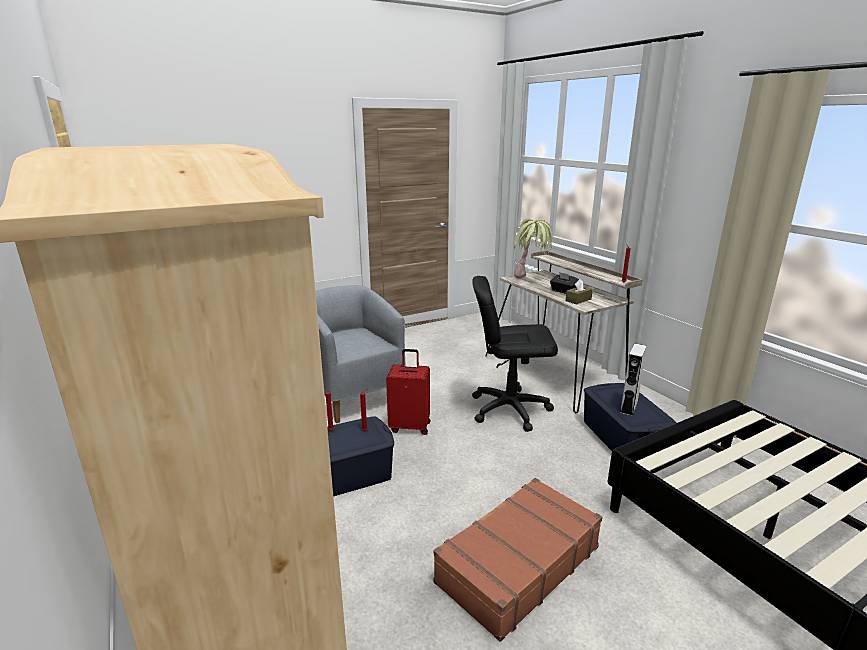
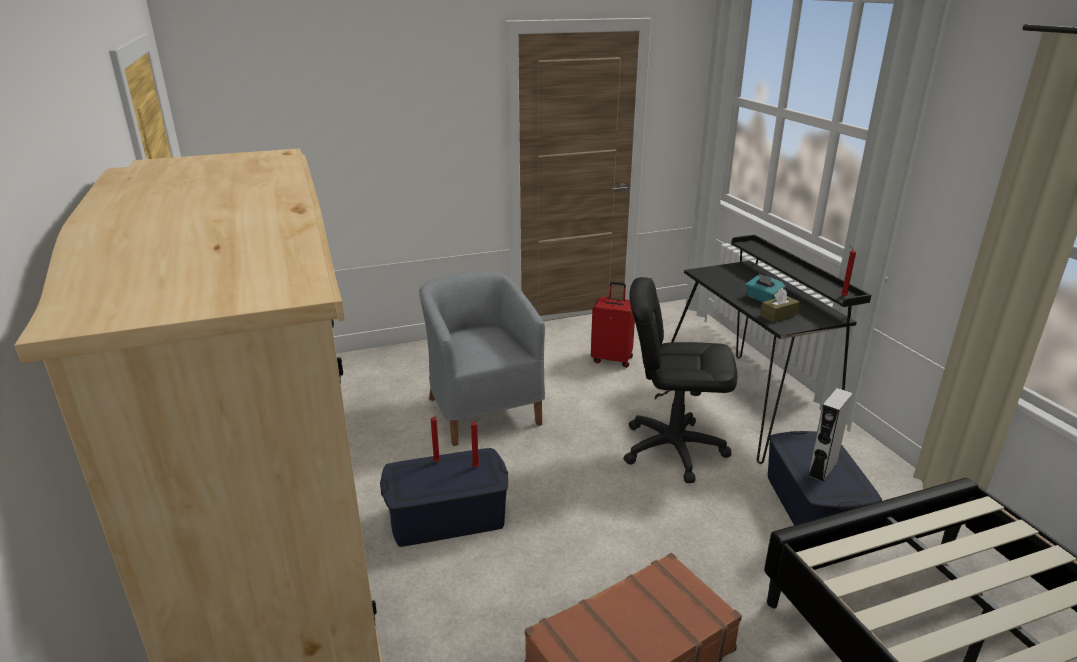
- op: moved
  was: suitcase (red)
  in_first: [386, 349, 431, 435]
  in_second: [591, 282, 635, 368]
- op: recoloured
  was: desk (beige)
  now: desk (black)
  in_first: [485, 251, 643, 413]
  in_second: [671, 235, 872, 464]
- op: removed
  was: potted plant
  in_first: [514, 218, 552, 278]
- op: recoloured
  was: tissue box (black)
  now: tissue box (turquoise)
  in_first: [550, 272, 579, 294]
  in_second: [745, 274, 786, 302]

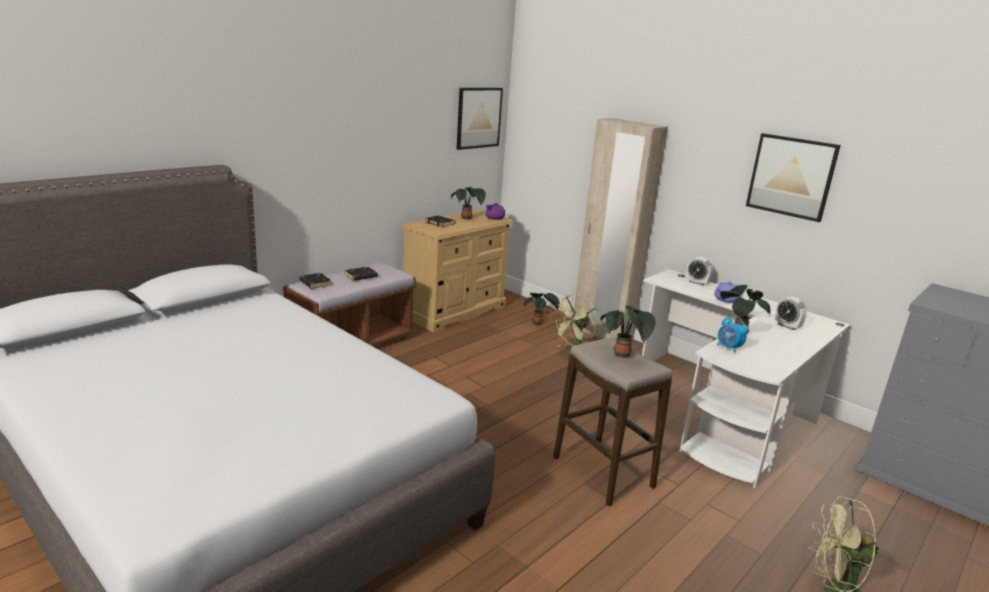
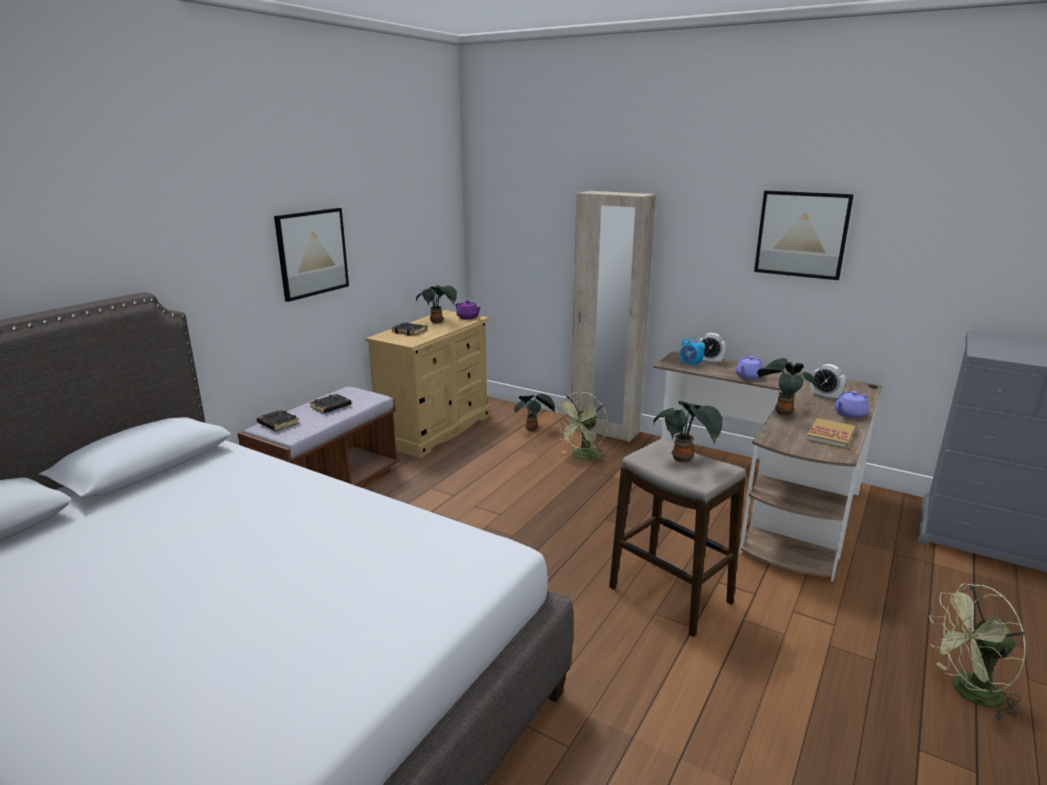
- op: moved
  was: picture
  in_first: [457, 88, 503, 150]
  in_second: [274, 208, 349, 302]
- op: recoloured
  was: desk (white)
  now: desk (brown)
  in_first: [642, 269, 850, 488]
  in_second: [653, 351, 882, 581]
- op: moved
  was: alarm clock
  in_first: [717, 316, 748, 353]
  in_second: [680, 336, 705, 368]
- op: added
  now: book
  in_second: [807, 418, 855, 449]
- op: added
  now: teapot (purple)
  in_second: [834, 391, 869, 418]

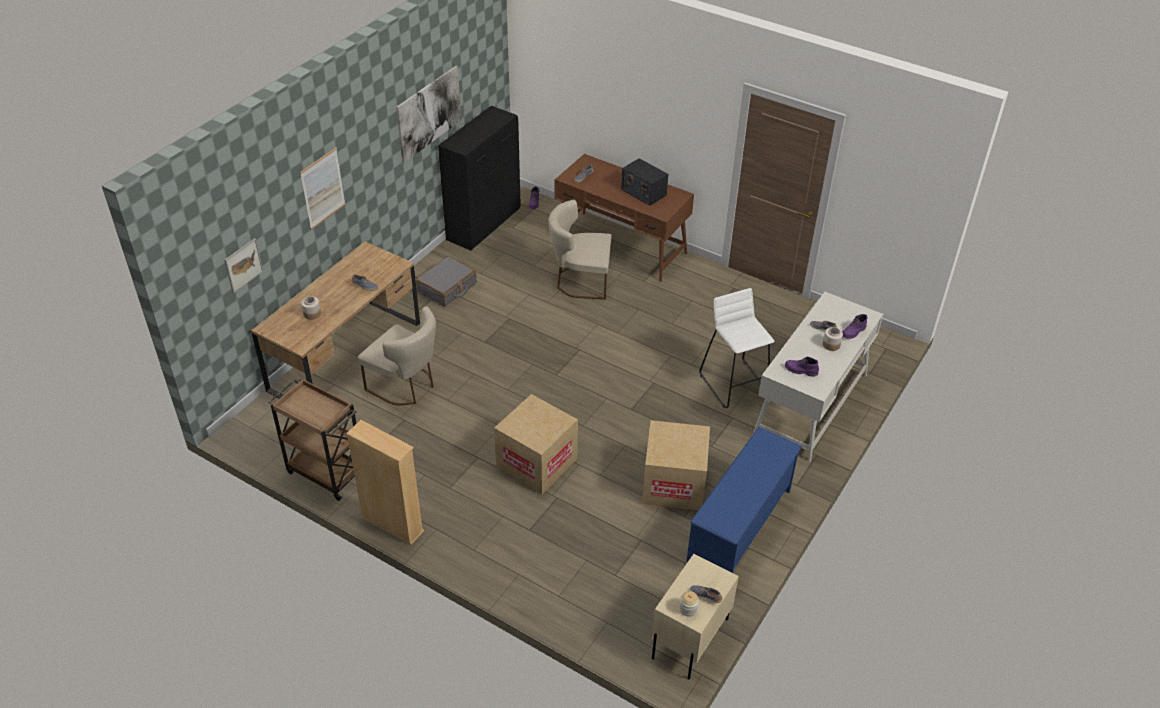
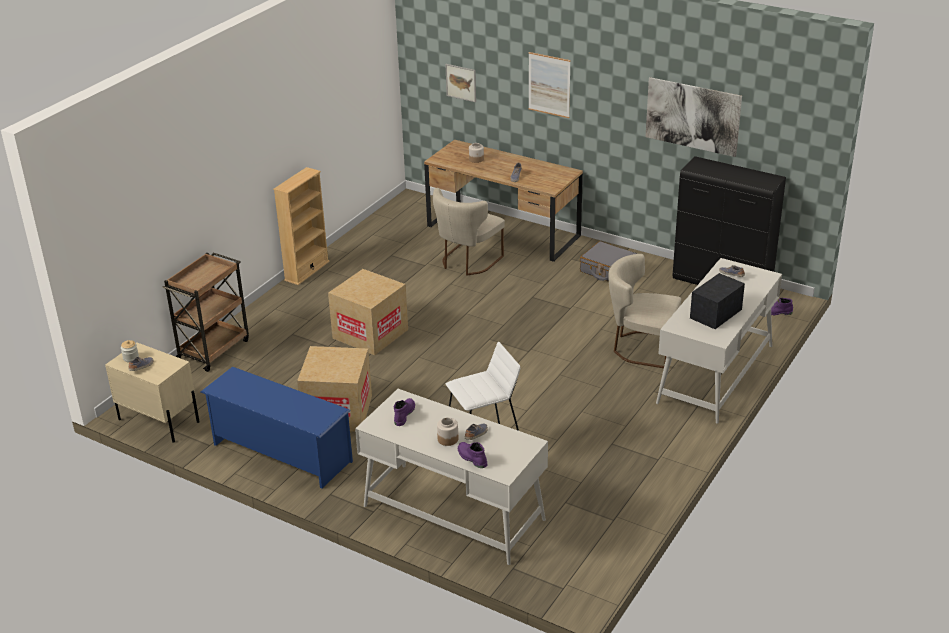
- op: moved
  was: cart (brown)
  in_first: [268, 378, 357, 501]
  in_second: [162, 253, 249, 372]
- op: turned
  was: chair (beige)
  in_first: [548, 200, 611, 300]
  in_second: [608, 254, 681, 368]
  clockwise: -75
- op: recoloured
  was: desk (brown)
  now: desk (white)
  in_first: [555, 154, 694, 282]
  in_second: [656, 258, 782, 423]

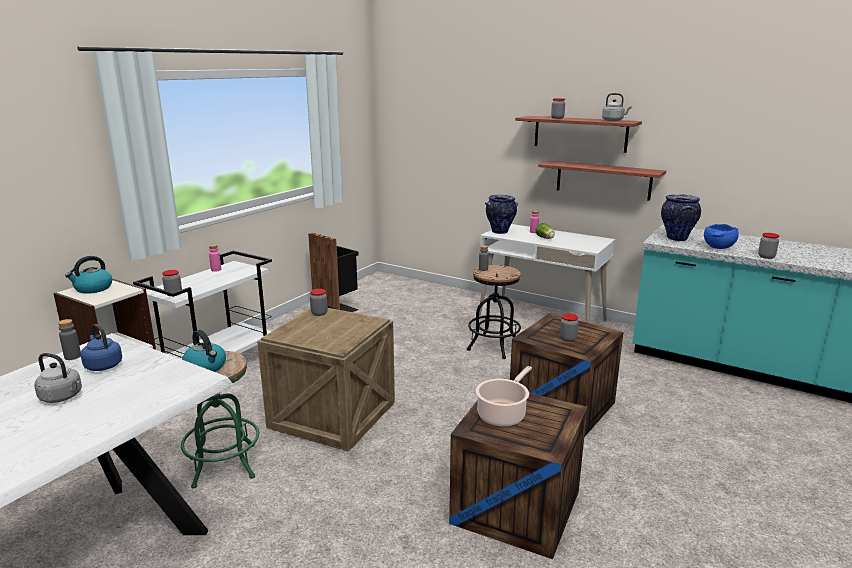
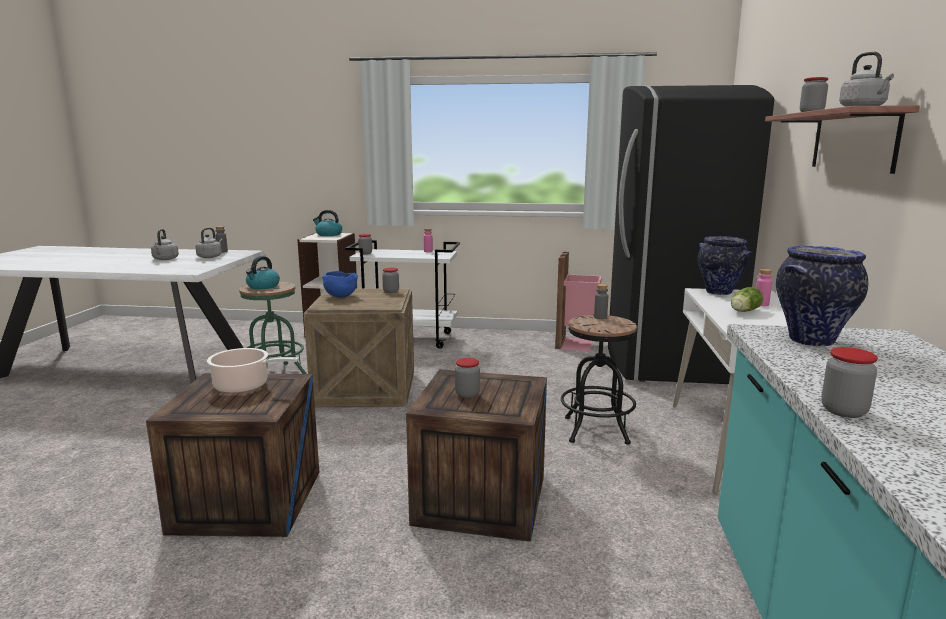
- op: recoloured
  was: kettle (blue)
  now: kettle (grey)
  in_first: [81, 324, 122, 371]
  in_second: [195, 228, 223, 258]
- op: recoloured
  was: trash can (black)
  now: trash can (pink)
  in_first: [308, 233, 359, 312]
  in_second: [555, 252, 602, 351]
- op: removed
  was: shelf
  in_first: [538, 161, 666, 201]
- op: moved
  was: bowl (blue)
  in_first: [704, 224, 739, 249]
  in_second: [322, 271, 358, 298]
- op: added
  now: fridge (black)
  in_second: [608, 85, 774, 384]

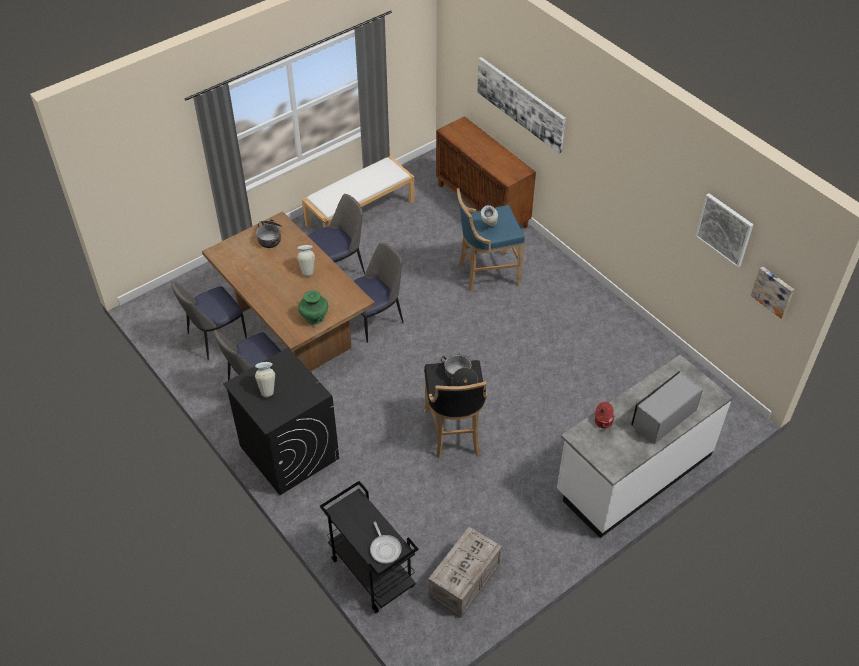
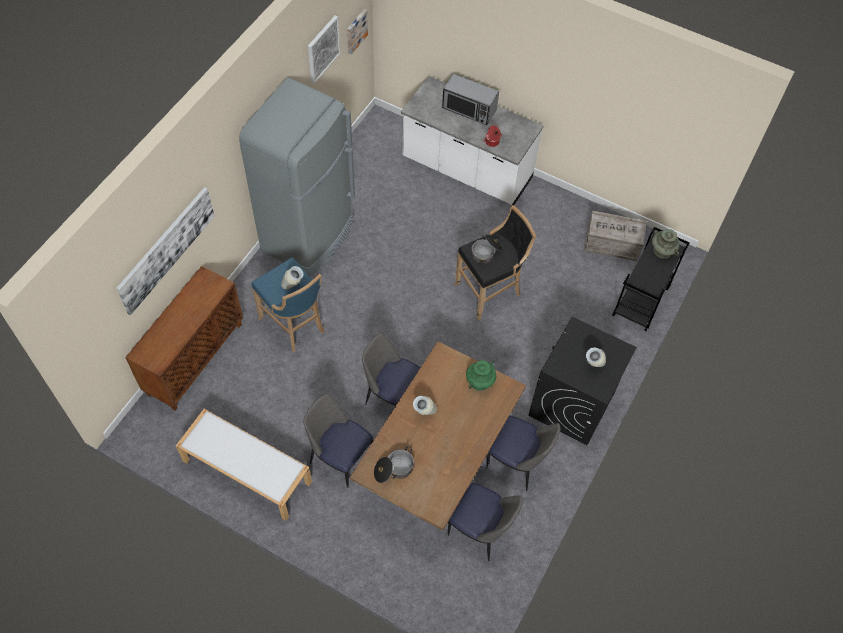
- op: replaced
  was: frying pan
  now: vase (turquoise)
  in_first: [370, 522, 402, 564]
  in_second: [652, 229, 679, 258]
- op: added
  now: fridge (grey)
  in_second: [239, 78, 355, 276]

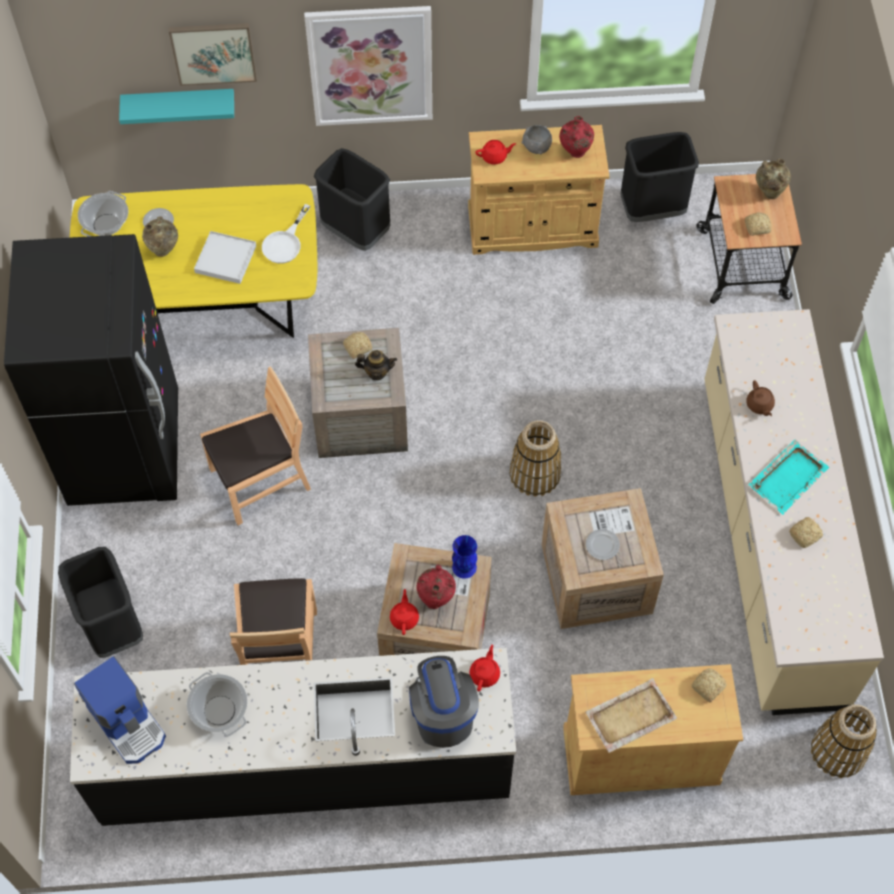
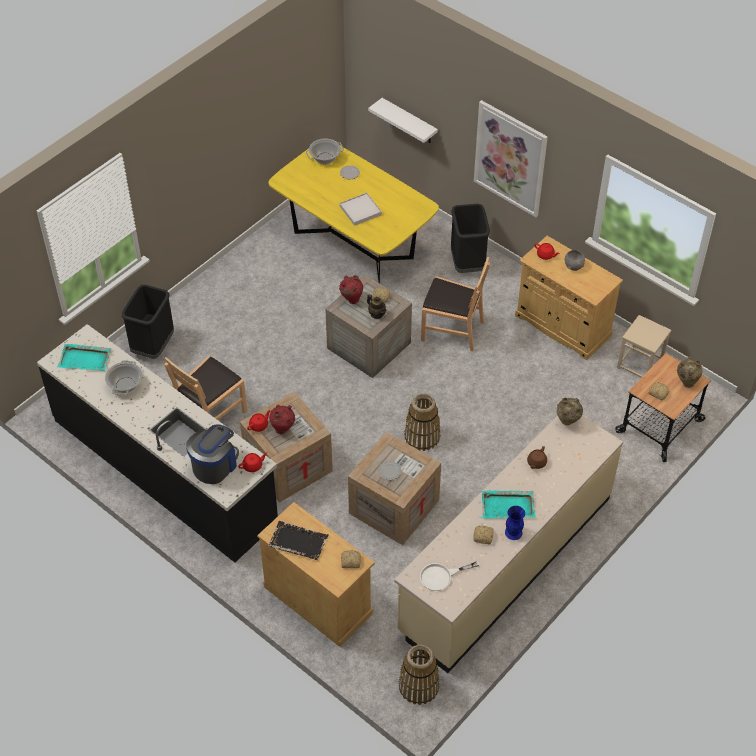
- op: removed
  was: fridge (black)
  in_first: [4, 234, 178, 506]
- op: replaced
  was: coffee machine
  now: tray (turquoise)
  in_first: [74, 656, 166, 764]
  in_second: [57, 344, 112, 371]
- op: recoloured
  was: shelf (turquoise)
  now: shelf (white)
  in_first: [119, 89, 234, 124]
  in_second: [368, 98, 438, 143]
- op: moved
  was: vase (beige)
  in_first: [142, 216, 178, 257]
  in_second: [556, 398, 583, 425]
- op: removed
  was: picture
  in_first: [169, 23, 257, 86]
- op: moved
  was: chair (brown)
  in_first: [200, 366, 311, 525]
  in_second: [421, 257, 490, 352]
- op: moved
  was: frying pan (white)
  in_first: [262, 204, 310, 264]
  in_second: [420, 561, 480, 591]
- op: moved
  was: vase (blue)
  in_first: [452, 535, 477, 579]
  in_second: [505, 506, 525, 540]
- op: moved
  was: vase (red)
  in_first: [559, 116, 594, 158]
  in_second: [339, 275, 363, 304]
- op: recoloured
  was: tray (beige)
  now: tray (black)
  in_first: [585, 678, 677, 753]
  in_second: [268, 521, 329, 560]
- op: replaced
  was: trash can (black)
  now: stool (beige)
  in_first: [620, 132, 699, 222]
  in_second: [617, 315, 671, 378]

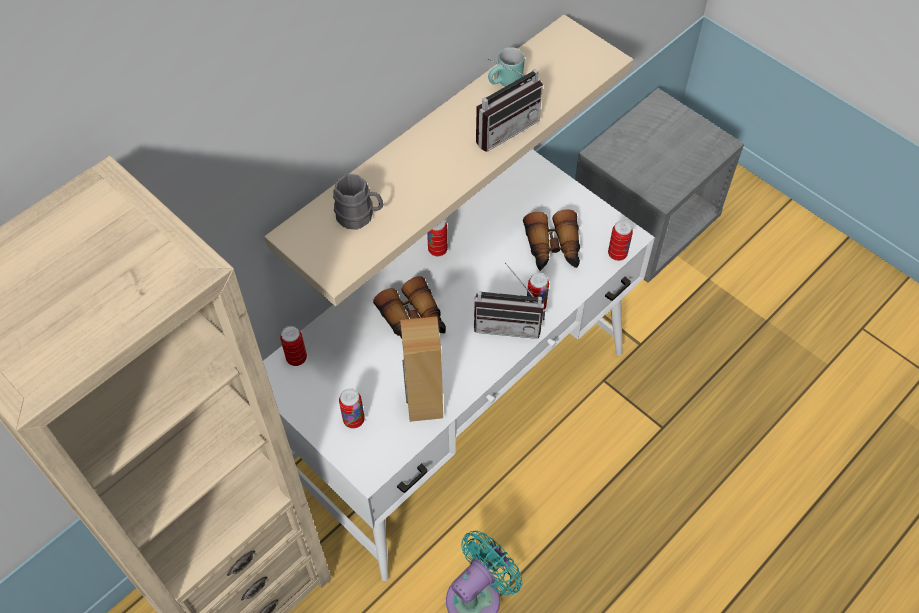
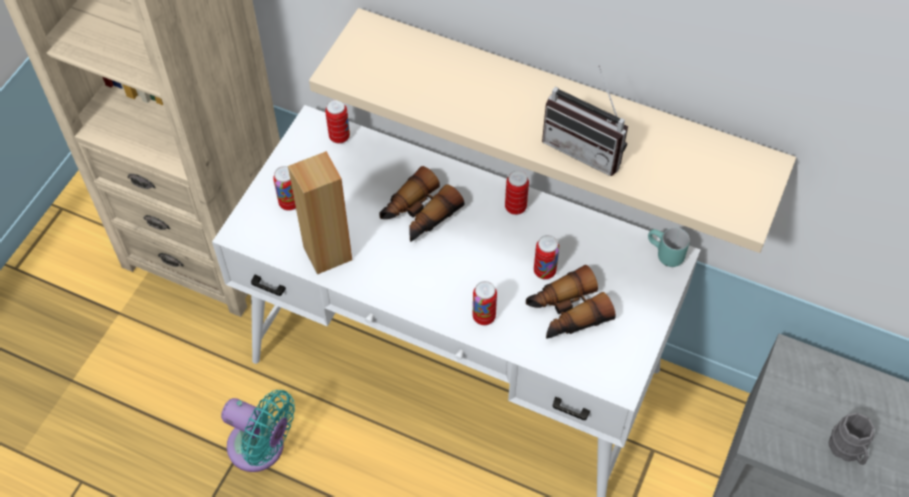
- op: moved
  was: mug (grey)
  in_first: [333, 174, 383, 230]
  in_second: [828, 413, 874, 465]
- op: removed
  was: radio
  in_first: [474, 263, 545, 339]
- op: moved
  was: mug (turquoise)
  in_first: [488, 47, 525, 87]
  in_second: [648, 227, 690, 267]
- op: moved
  was: can
  in_first: [608, 220, 633, 261]
  in_second: [534, 235, 559, 279]

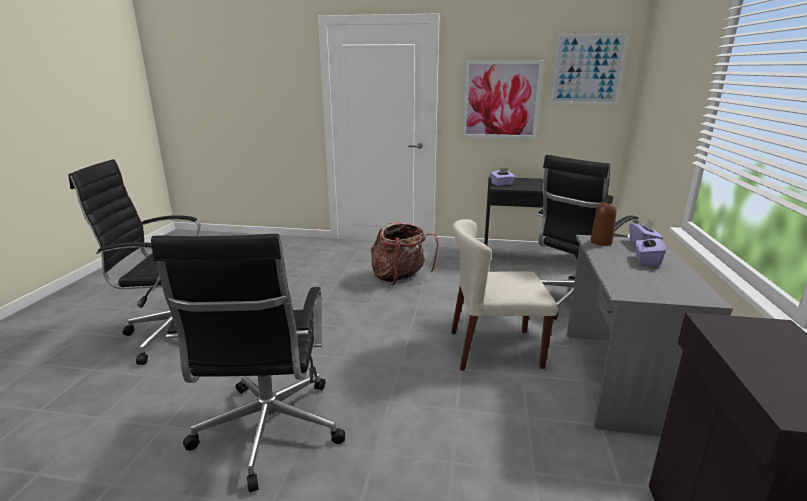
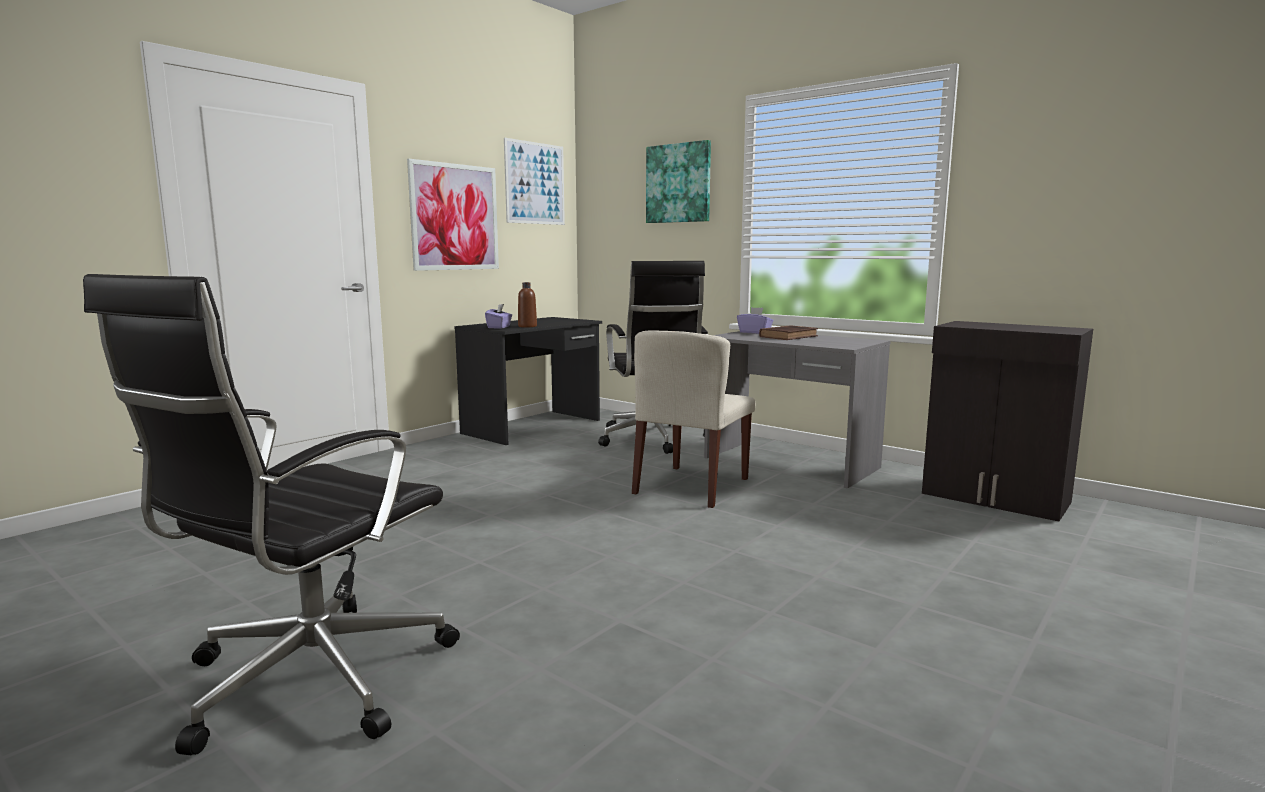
- op: removed
  was: office chair (black)
  in_first: [151, 234, 345, 492]
- op: removed
  was: backpack
  in_first: [371, 222, 439, 286]
- op: moved
  was: bottle (brown)
  in_first: [590, 195, 617, 246]
  in_second: [518, 282, 537, 328]
- op: replaced
  was: tissue box (purple)
  now: book (brown)
  in_first: [635, 233, 665, 267]
  in_second: [759, 325, 818, 340]
- op: added
  now: picture
  in_second: [646, 140, 711, 223]

